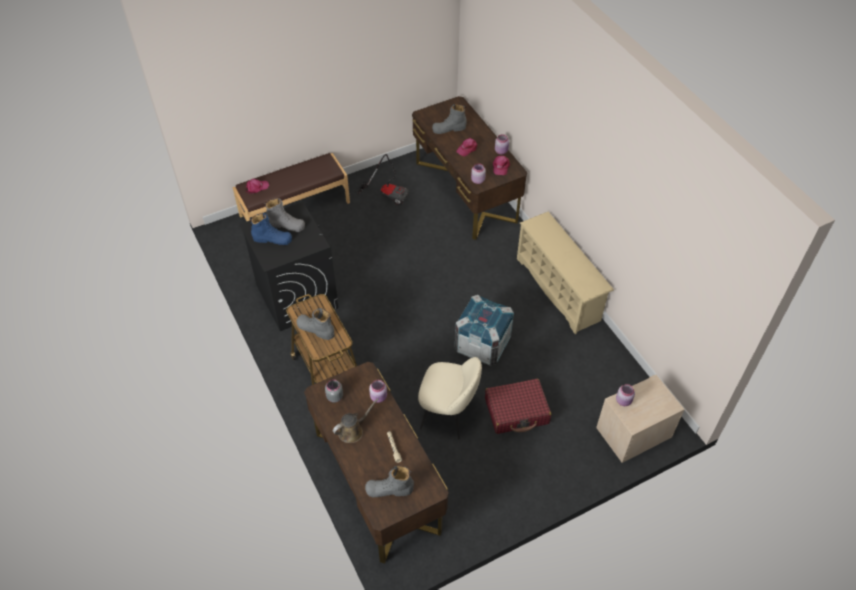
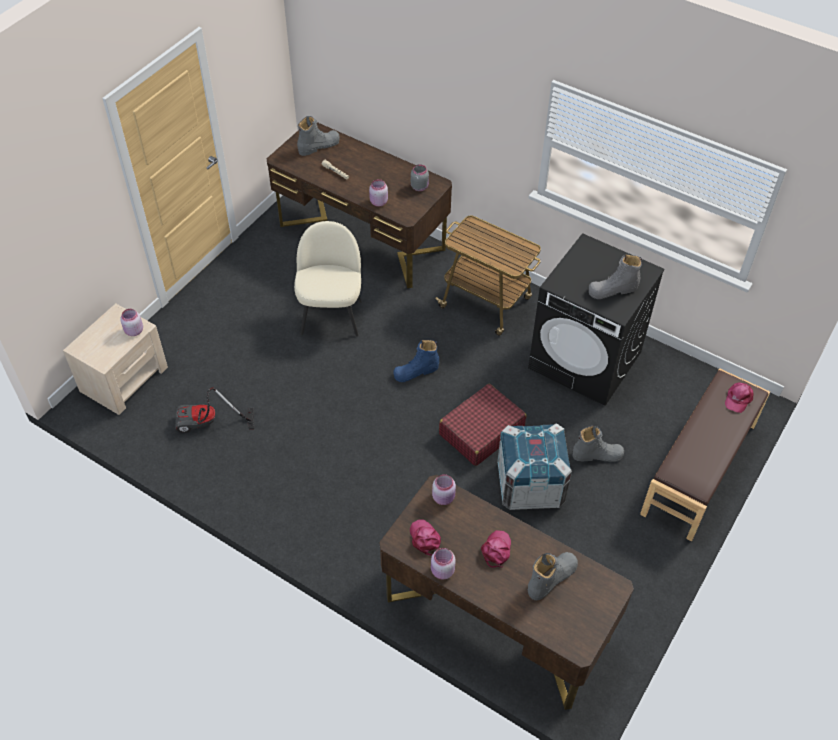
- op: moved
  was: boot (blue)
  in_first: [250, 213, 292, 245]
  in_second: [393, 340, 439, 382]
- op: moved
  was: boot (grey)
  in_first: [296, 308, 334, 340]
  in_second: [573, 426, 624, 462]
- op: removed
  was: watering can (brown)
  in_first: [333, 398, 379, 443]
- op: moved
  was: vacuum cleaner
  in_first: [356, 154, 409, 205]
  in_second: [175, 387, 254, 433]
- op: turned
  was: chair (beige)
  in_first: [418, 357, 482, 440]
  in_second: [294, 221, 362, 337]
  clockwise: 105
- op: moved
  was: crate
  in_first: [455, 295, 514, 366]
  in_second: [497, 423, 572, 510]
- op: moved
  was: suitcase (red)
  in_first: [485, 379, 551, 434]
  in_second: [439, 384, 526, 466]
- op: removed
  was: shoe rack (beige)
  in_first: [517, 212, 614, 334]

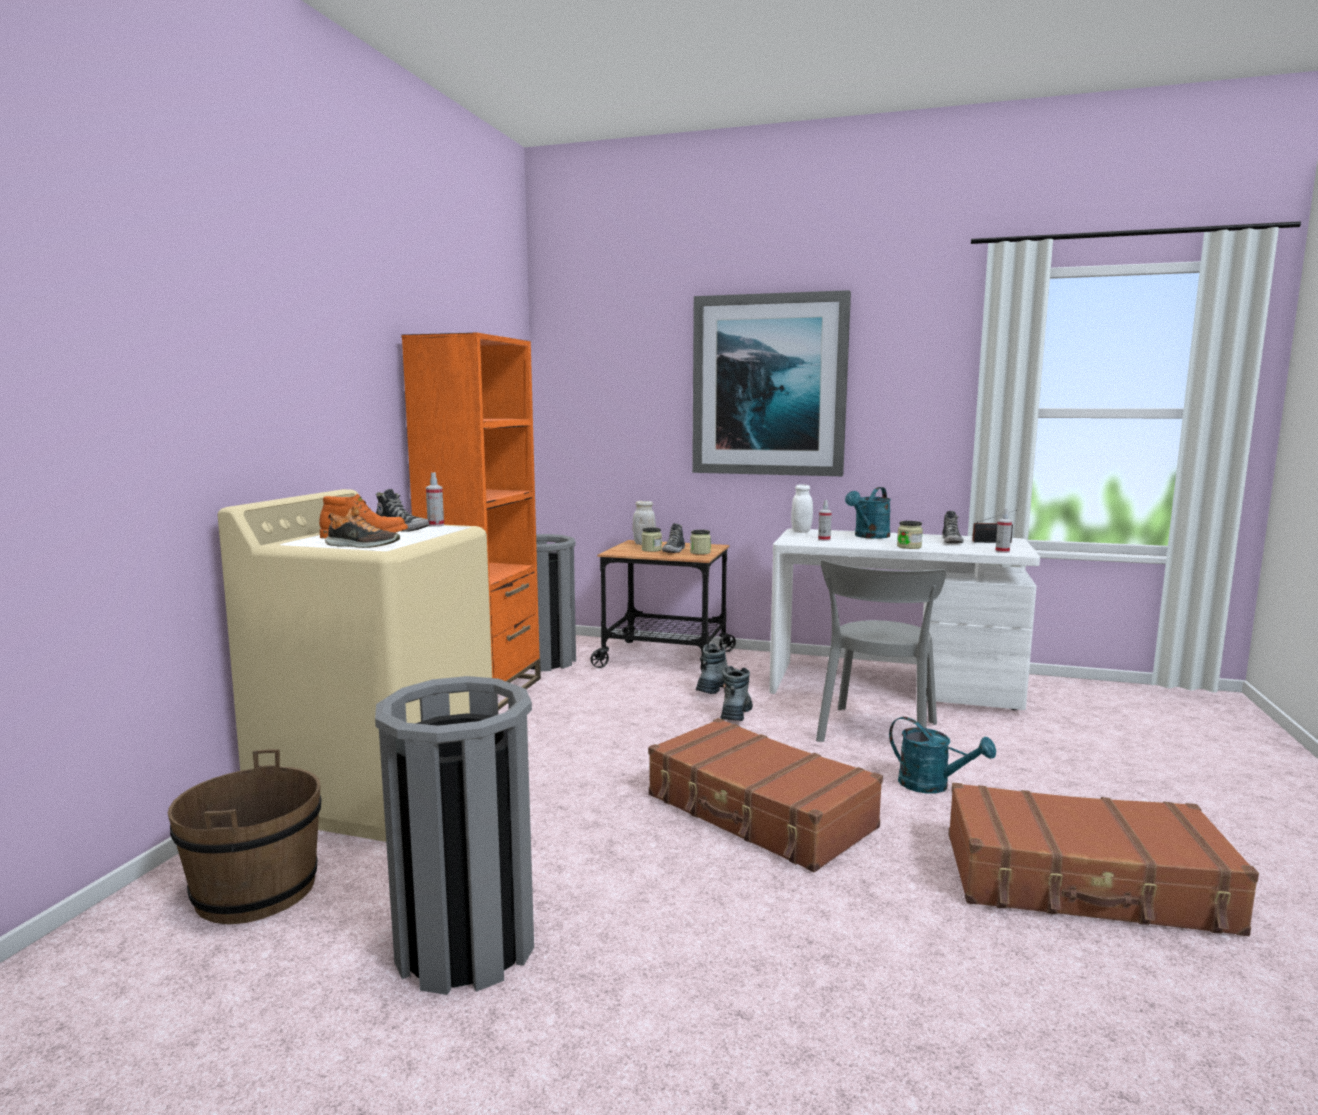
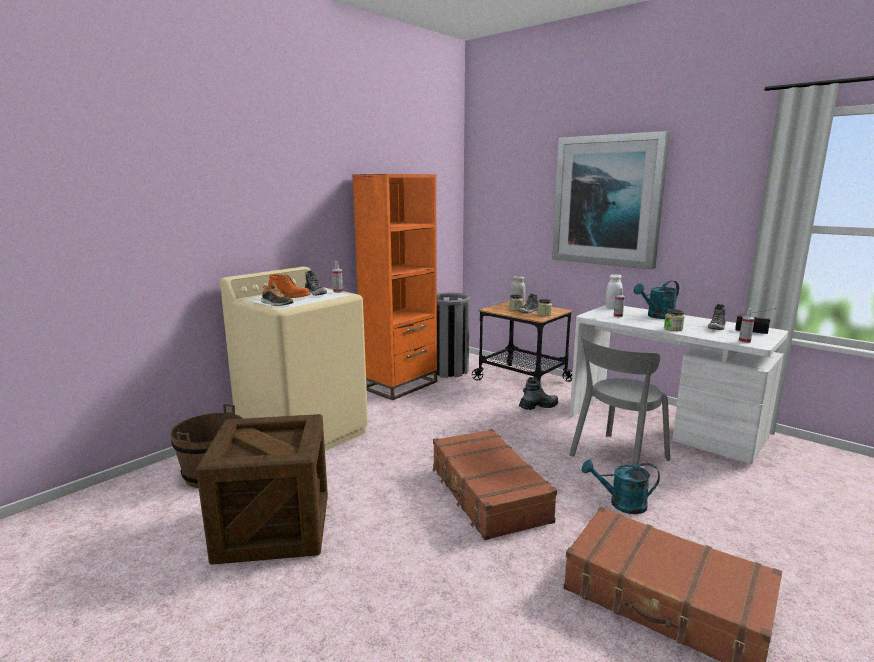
- op: replaced
  was: trash can (grey)
  now: crate
  in_first: [375, 676, 534, 995]
  in_second: [196, 414, 328, 565]
- op: removed
  was: boot
  in_first: [720, 666, 753, 721]
- op: turned
  was: watering can (turquoise)
  in_first: [889, 717, 996, 794]
  in_second: [582, 459, 660, 514]
  clockwise: 120

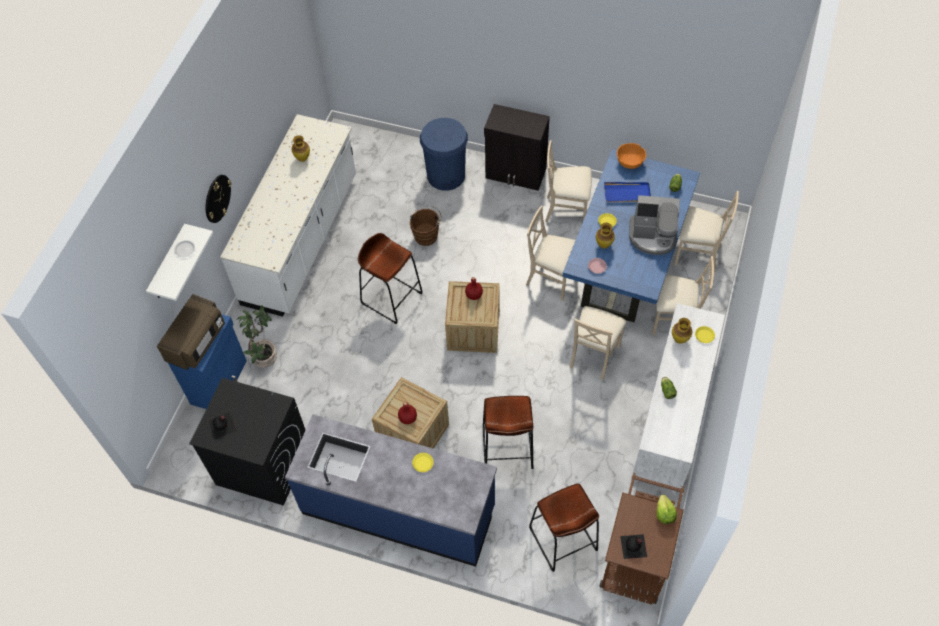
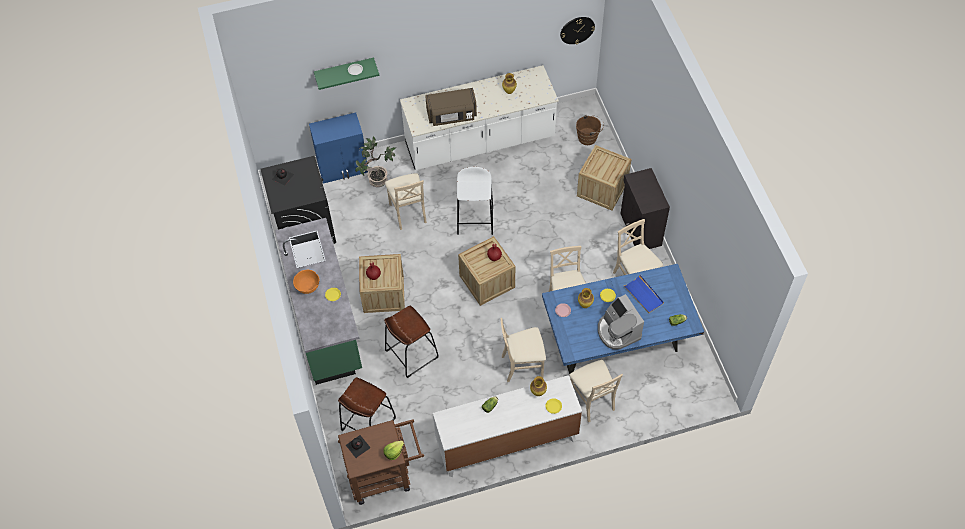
- op: recoloured
  was: shelf (white)
  now: shelf (green)
  in_first: [146, 224, 213, 301]
  in_second: [314, 58, 379, 90]
- op: moved
  was: microwave (brown)
  in_first: [157, 294, 225, 370]
  in_second: [425, 88, 477, 126]
- op: moved
  was: wall clock
  in_first: [205, 175, 232, 223]
  in_second: [560, 17, 595, 44]
- op: recoloured
  was: counter (blue)
  now: counter (green)
  in_first: [285, 414, 497, 567]
  in_second: [275, 218, 362, 385]
- op: recoloured
  was: stool (brown)
  now: stool (white)
  in_first: [358, 233, 423, 324]
  in_second: [457, 167, 493, 235]
- op: moved
  was: bucket (brown)
  in_first: [410, 206, 441, 246]
  in_second: [576, 115, 604, 145]
- op: replaced
  was: trash can (blue)
  now: crate
  in_first: [420, 118, 468, 191]
  in_second: [577, 145, 631, 210]
- op: moved
  was: bowl (orange)
  in_first: [617, 143, 646, 169]
  in_second: [293, 270, 319, 294]
- op: moved
  was: chair (beige)
  in_first: [674, 191, 739, 272]
  in_second: [385, 173, 427, 230]

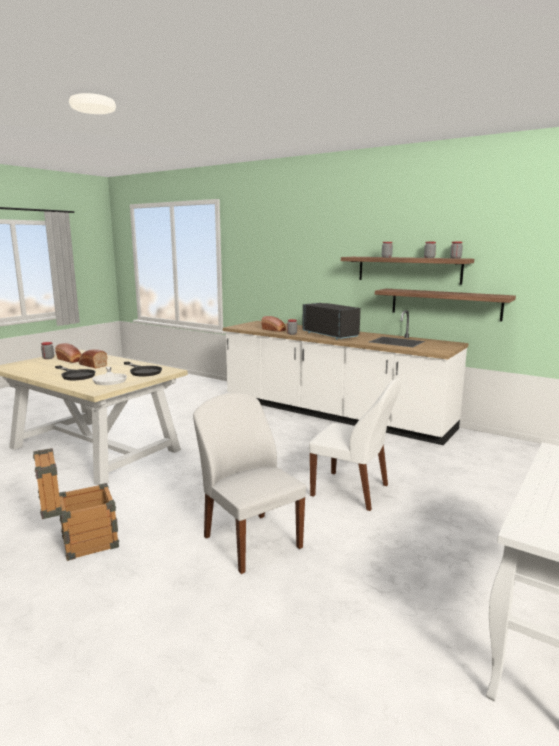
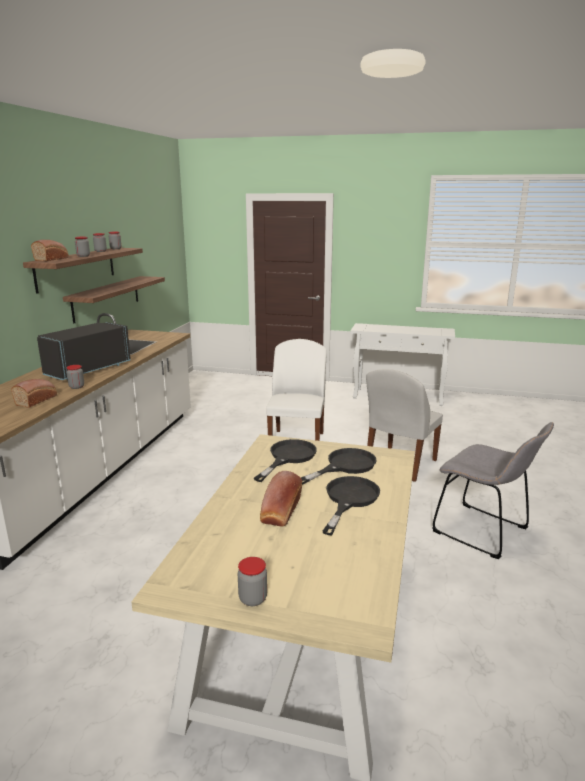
- op: replaced
  was: crate
  now: chair (grey)
  in_first: [33, 448, 119, 561]
  in_second: [432, 422, 554, 559]
- op: moved
  was: bread
  in_first: [55, 343, 82, 363]
  in_second: [31, 240, 69, 261]
- op: recoloured
  was: frying pan (white)
  now: frying pan (black)
  in_first: [92, 367, 127, 385]
  in_second: [301, 448, 377, 485]

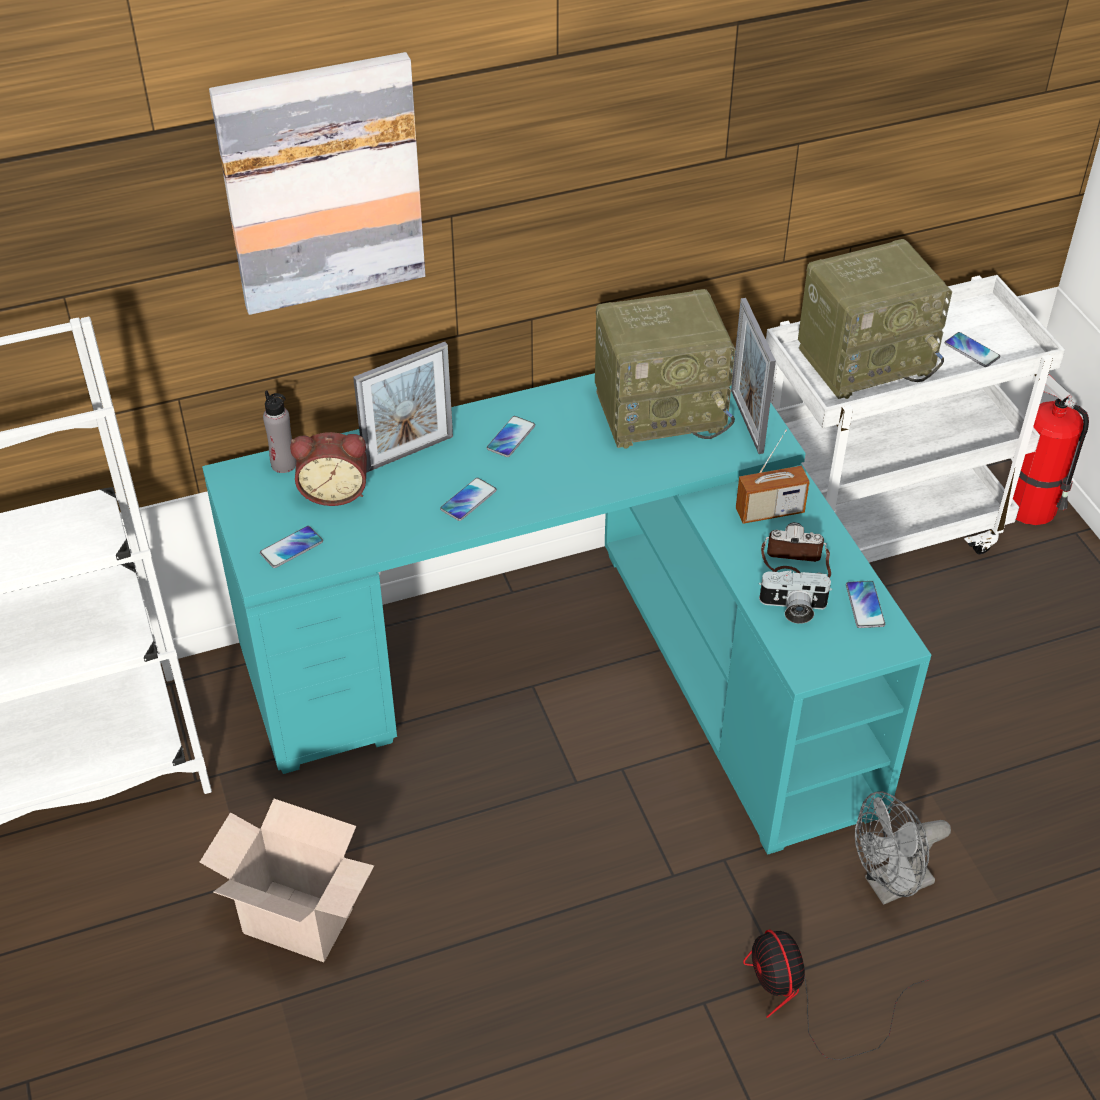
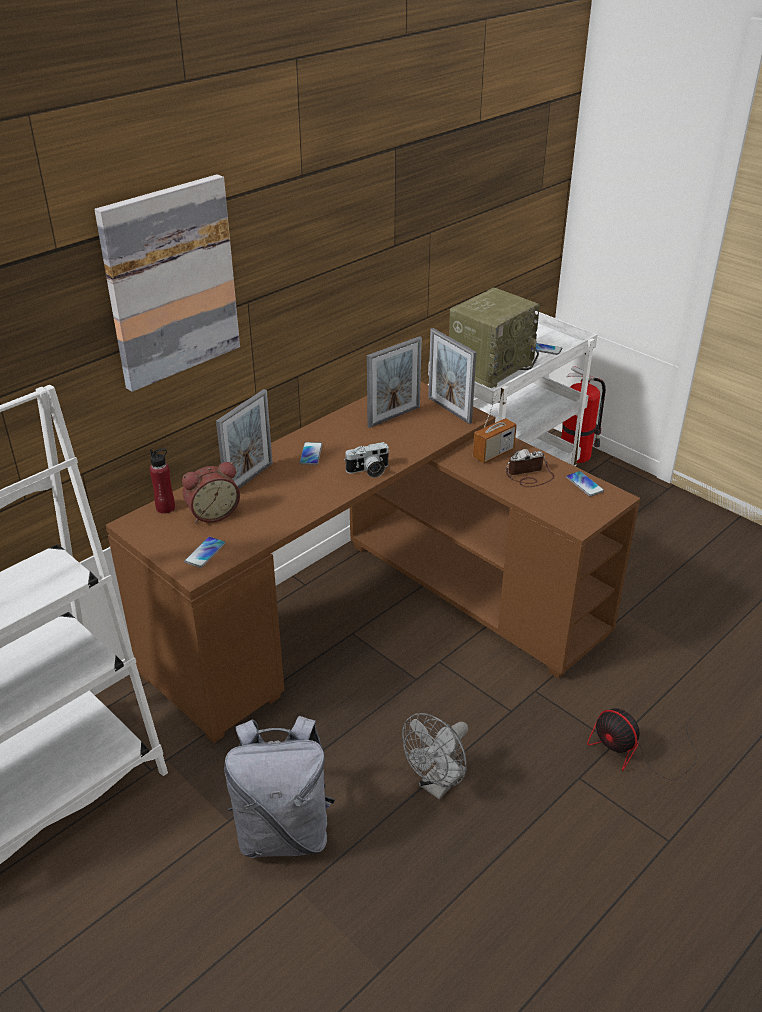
- op: replaced
  was: cardboard box
  now: backpack (grey)
  in_first: [200, 799, 374, 962]
  in_second: [224, 716, 335, 858]
- op: recoloured
  was: desk (turquoise)
  now: desk (brown)
  in_first: [202, 357, 931, 855]
  in_second: [106, 382, 640, 743]
- op: recoloured
  was: bottle (grey)
  now: bottle (red)
  in_first: [263, 391, 296, 473]
  in_second: [149, 449, 175, 514]
- op: removed
  was: phone
  in_first: [440, 478, 497, 521]
- op: replaced
  was: radio
  now: picture frame
  in_first: [595, 289, 735, 449]
  in_second: [367, 336, 422, 428]
- op: moved
  was: photo camera
  in_first: [759, 570, 832, 624]
  in_second: [344, 442, 390, 478]
- op: moved
  was: fan (grey)
  in_first: [855, 791, 951, 905]
  in_second: [402, 713, 468, 799]

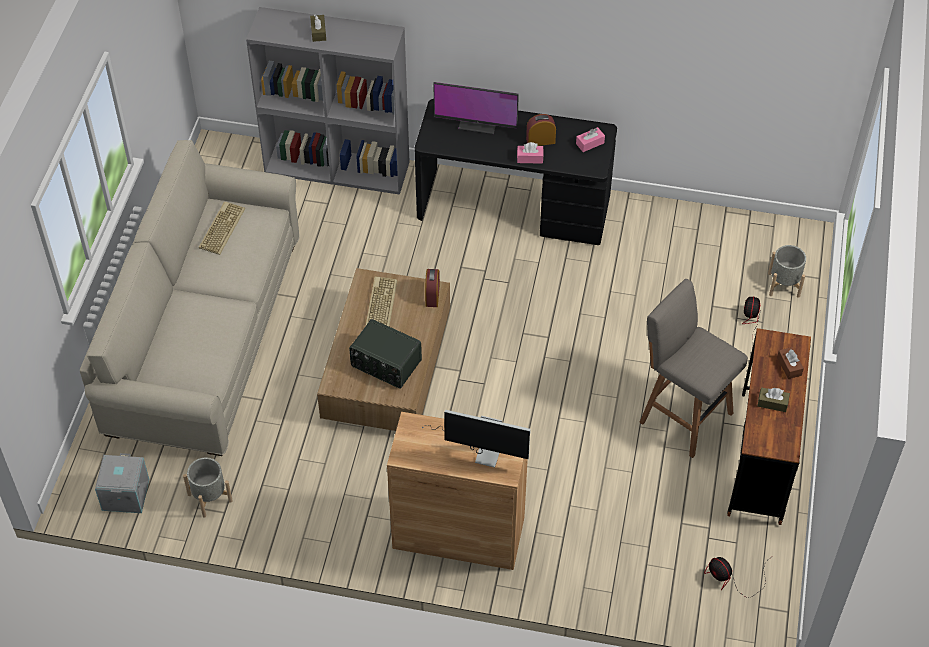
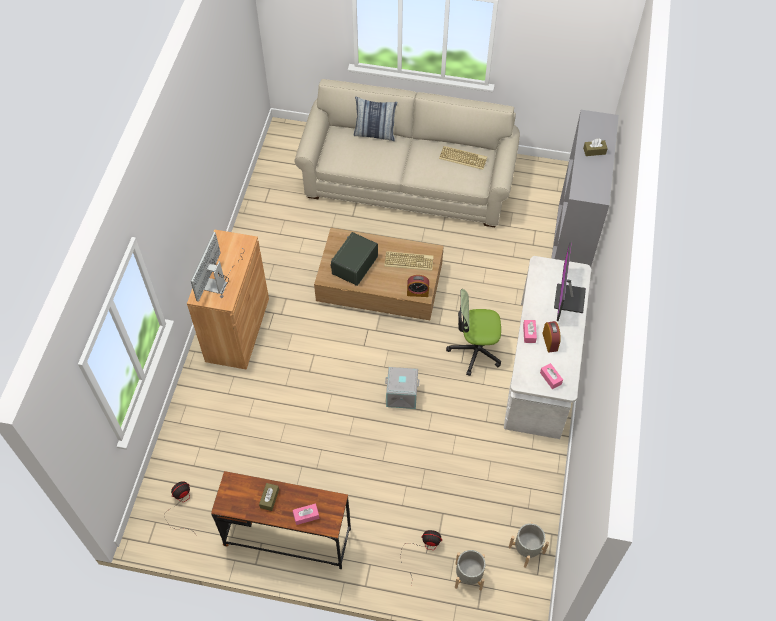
- op: moved
  was: storage box (grey)
  in_first: [95, 453, 149, 513]
  in_second: [385, 367, 420, 409]
- op: moved
  was: planter (grey)
  in_first: [183, 458, 233, 518]
  in_second: [509, 522, 549, 568]
- op: recoloured
  was: desk (black)
  now: desk (white)
  in_first: [414, 99, 617, 245]
  in_second: [504, 256, 591, 439]
- op: removed
  was: stool (grey)
  in_first: [639, 279, 748, 458]
- op: recoloured
  was: tissue box (brown)
  now: tissue box (pink)
  in_first: [777, 347, 804, 379]
  in_second: [293, 503, 319, 525]
- op: added
  now: pillow
  in_second: [354, 96, 397, 141]
- op: added
  now: office chair
  in_second: [446, 289, 501, 376]

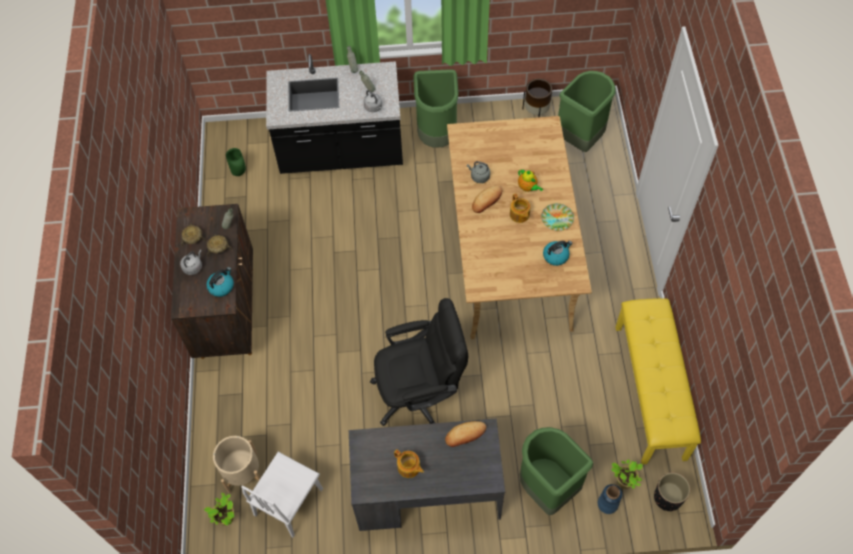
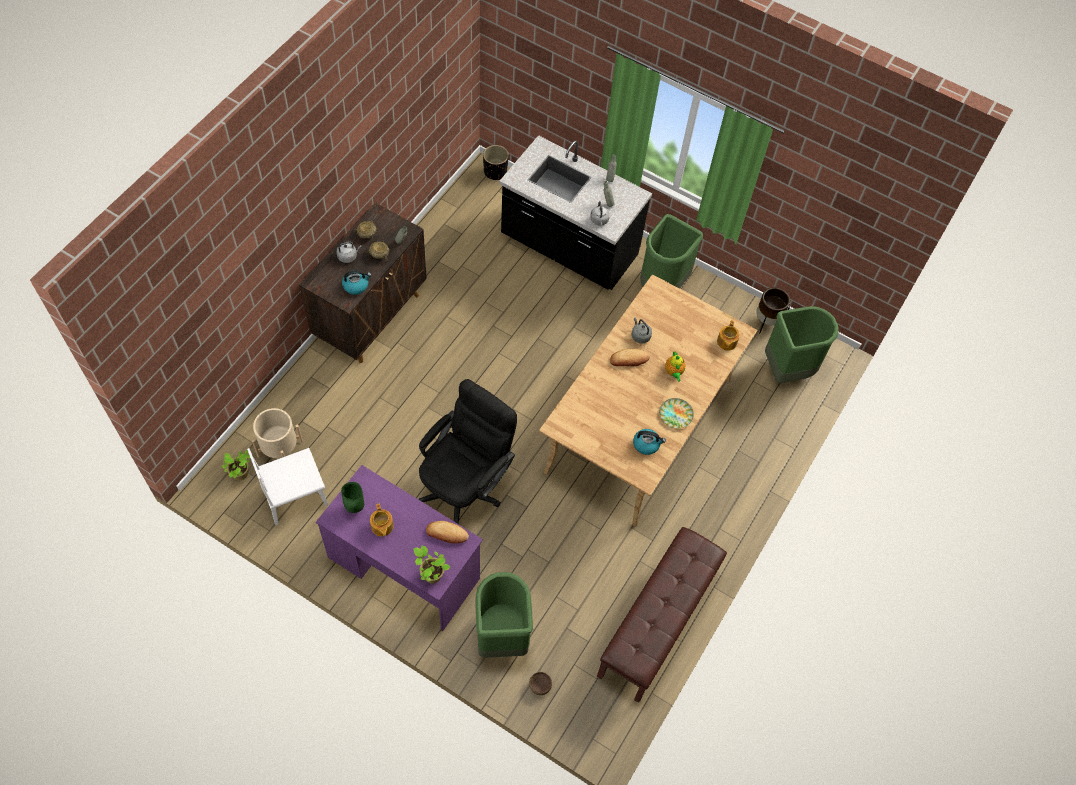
- op: moved
  was: vase (green)
  in_first: [226, 148, 246, 176]
  in_second: [341, 482, 364, 513]
- op: recoloured
  was: desk (grey)
  now: desk (purple)
  in_first: [349, 419, 505, 531]
  in_second: [316, 465, 483, 631]
- op: turned
  was: office chair (black)
  in_first: [370, 298, 468, 426]
  in_second: [419, 379, 517, 524]
  clockwise: -75
- op: moved
  was: teapot
  in_first: [510, 193, 530, 223]
  in_second: [717, 320, 740, 350]
- op: replaced
  was: vase (blue)
  now: bowl (brown)
  in_first: [597, 484, 622, 514]
  in_second: [529, 672, 552, 695]
- op: moved
  was: potted plant
  in_first: [611, 459, 643, 489]
  in_second: [413, 545, 450, 584]
- op: recoloured
  was: bench (yellow)
  now: bench (brown)
  in_first: [615, 298, 701, 464]
  in_second: [597, 527, 727, 703]
- op: moved
  was: planter (black)
  in_first: [654, 472, 690, 511]
  in_second: [483, 145, 509, 180]

